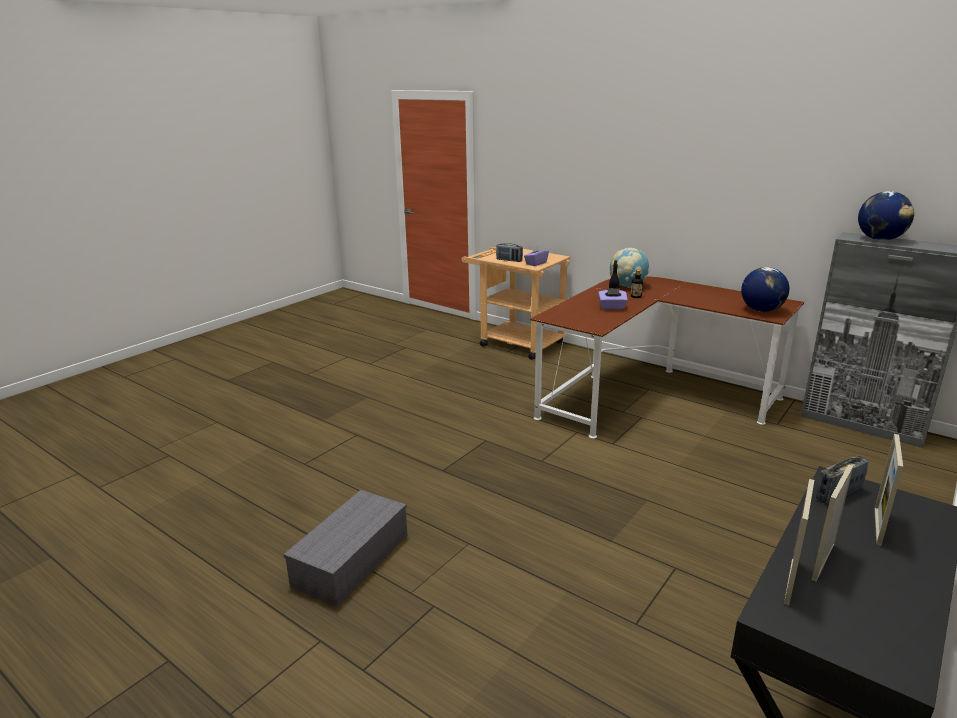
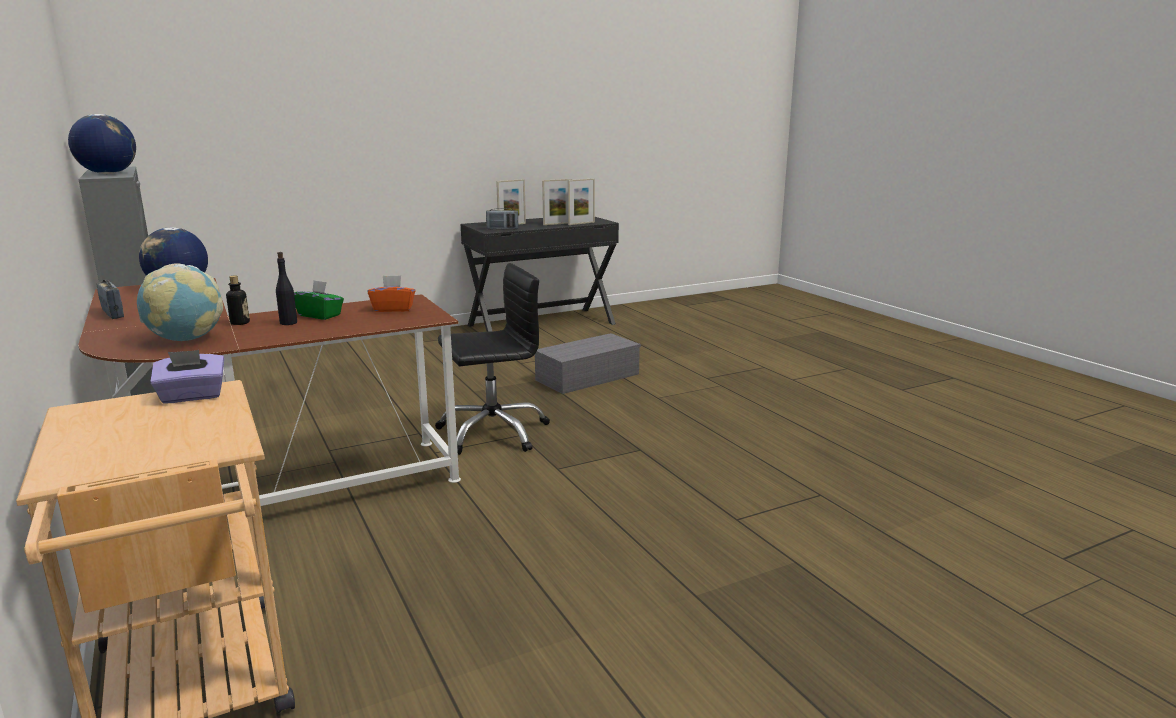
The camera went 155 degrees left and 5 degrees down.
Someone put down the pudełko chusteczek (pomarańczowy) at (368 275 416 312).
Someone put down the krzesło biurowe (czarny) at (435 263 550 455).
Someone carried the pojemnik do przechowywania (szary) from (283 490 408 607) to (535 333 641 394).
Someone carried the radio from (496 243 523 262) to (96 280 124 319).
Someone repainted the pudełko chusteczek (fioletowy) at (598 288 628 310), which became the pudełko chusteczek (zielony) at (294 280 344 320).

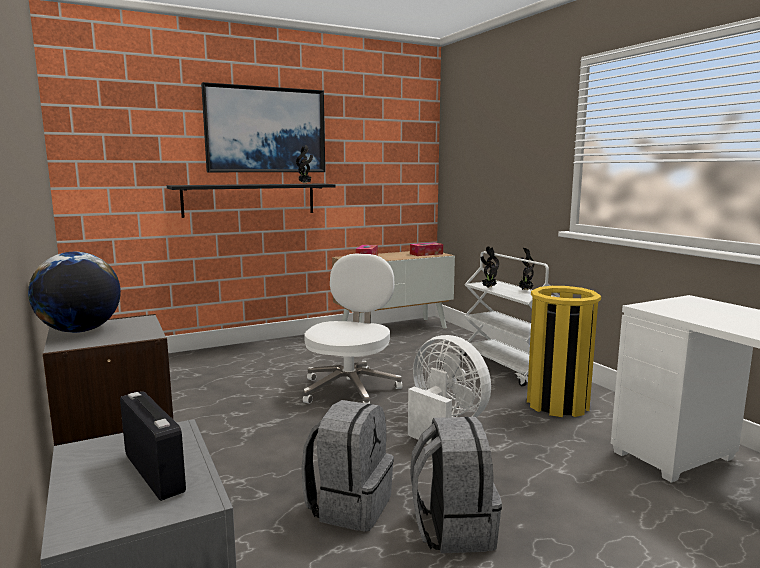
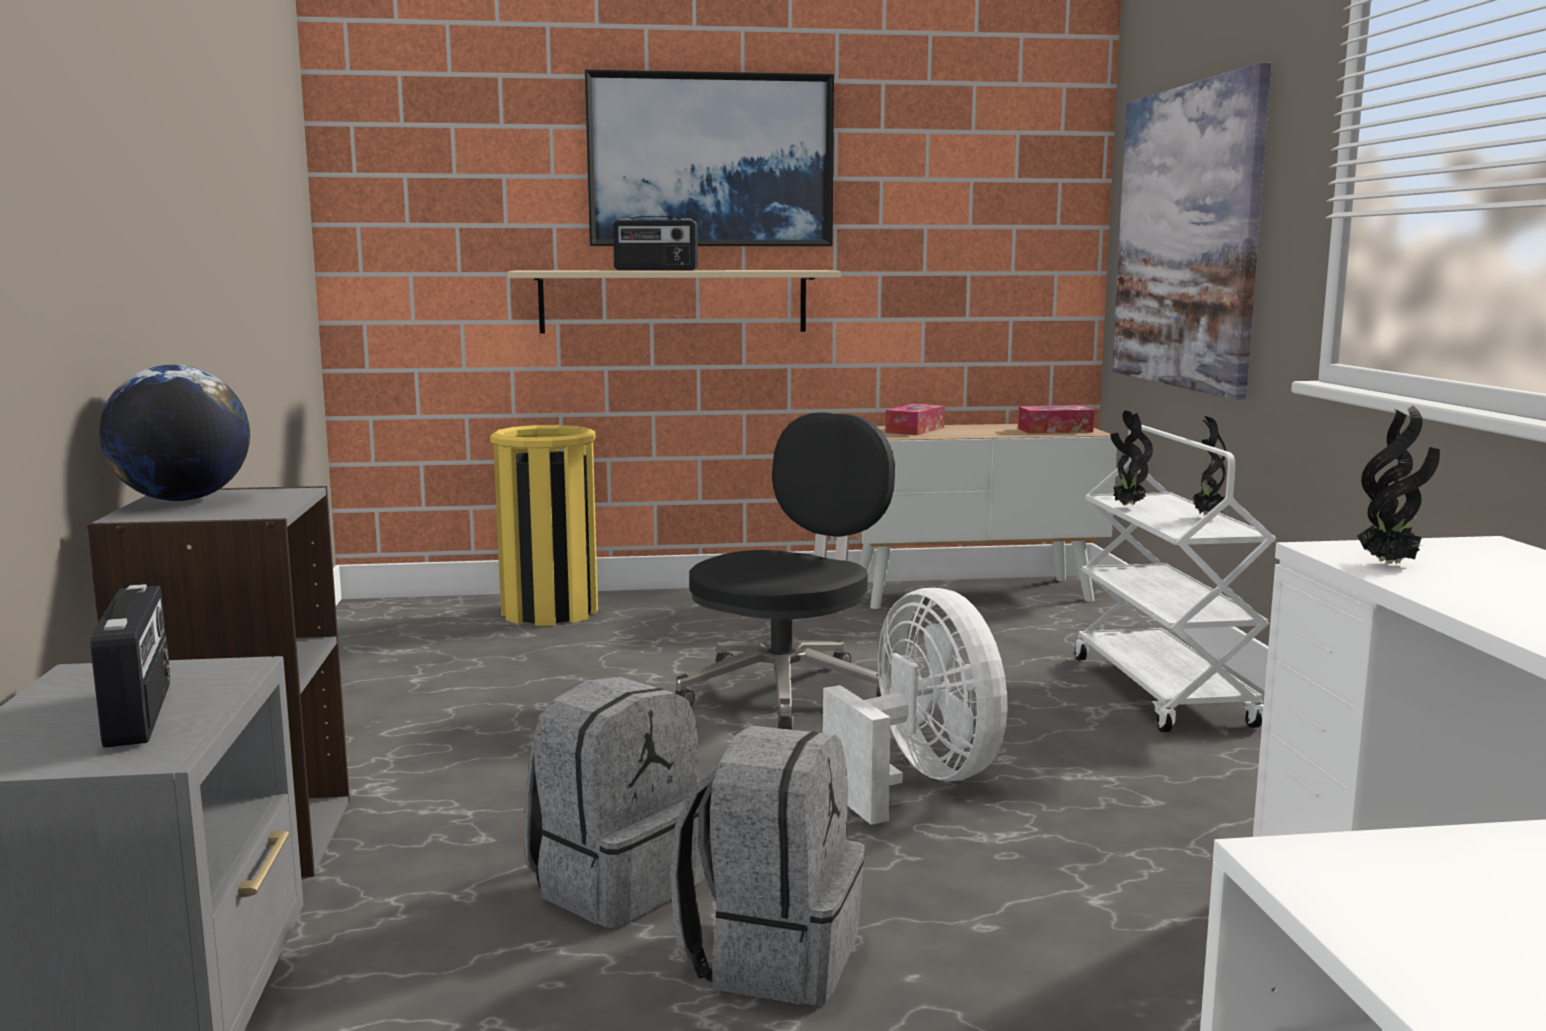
The camera went 20 degrees right and 0 degrees up.
Someone put down the radio at (613 216 698 270).
Someone put up the obraz at (1112 62 1272 400).
Someone carried the roślina doniczkowa from (296 145 313 184) to (1357 405 1440 565).
Someone carried the kosz na śmieci (żółty) from (527 286 601 417) to (490 425 598 626).
Someone repainted the półka (czarny) at (167 184 336 218), which became the półka (beżowy) at (508 270 841 334).
Someone repainted the krzesło biurowe (biały) at (303 253 402 404), which became the krzesło biurowe (czarny) at (675 412 895 730).

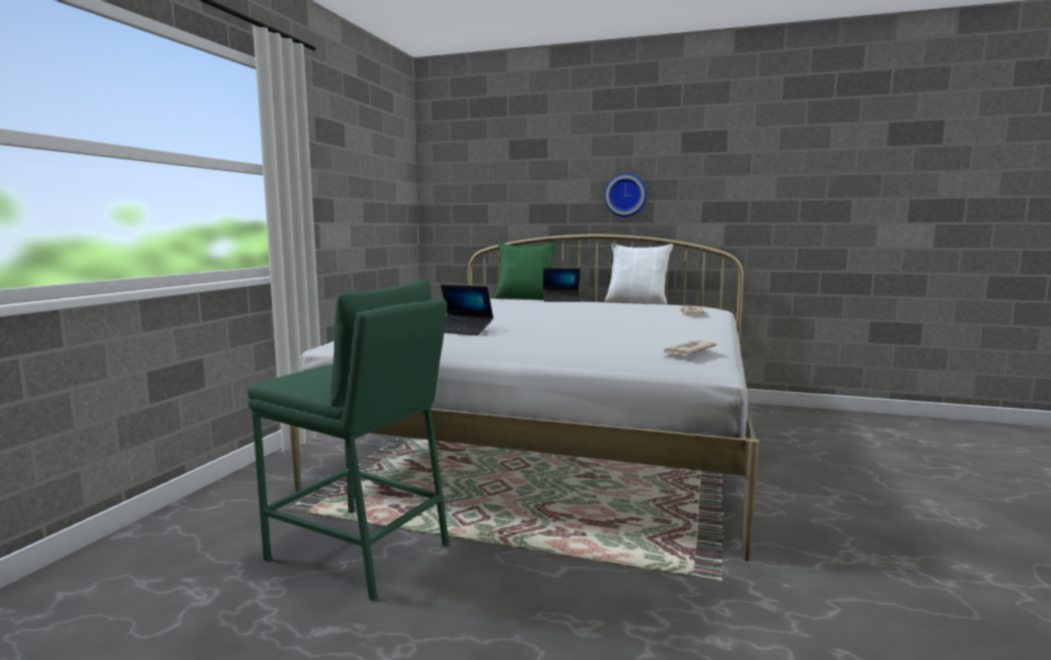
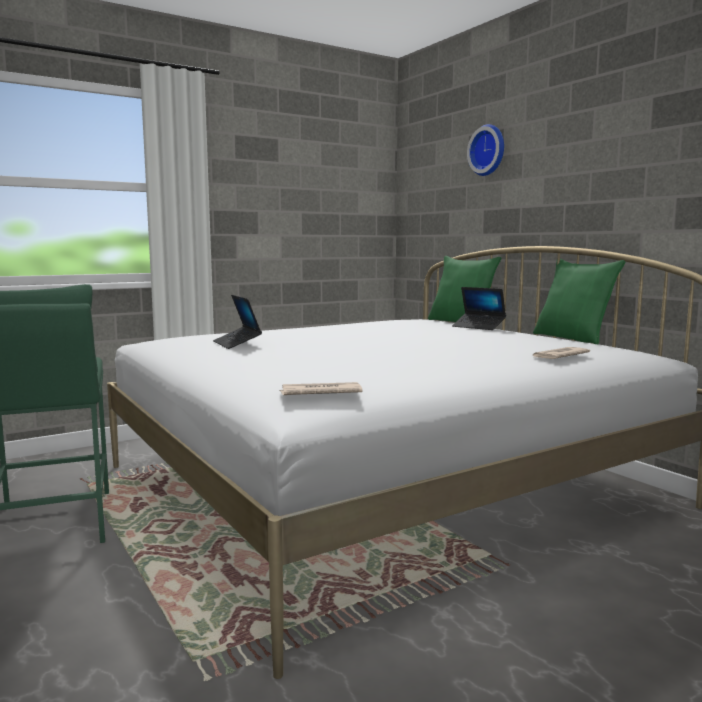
The camera went 40 degrees right and 0 degrees up.
Someone carried the zegar ścienny from (604 173 647 217) to (467 124 504 176).
Someone repainted the poduszka (biały) at (605 243 673 304), which became the poduszka (zielony) at (533 259 625 344).

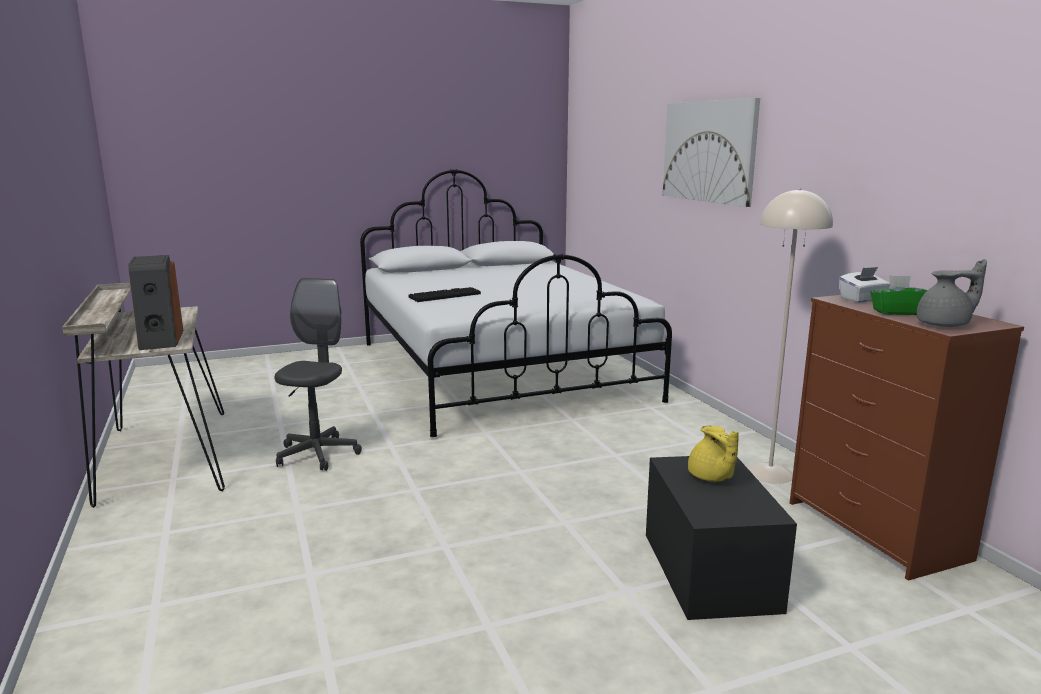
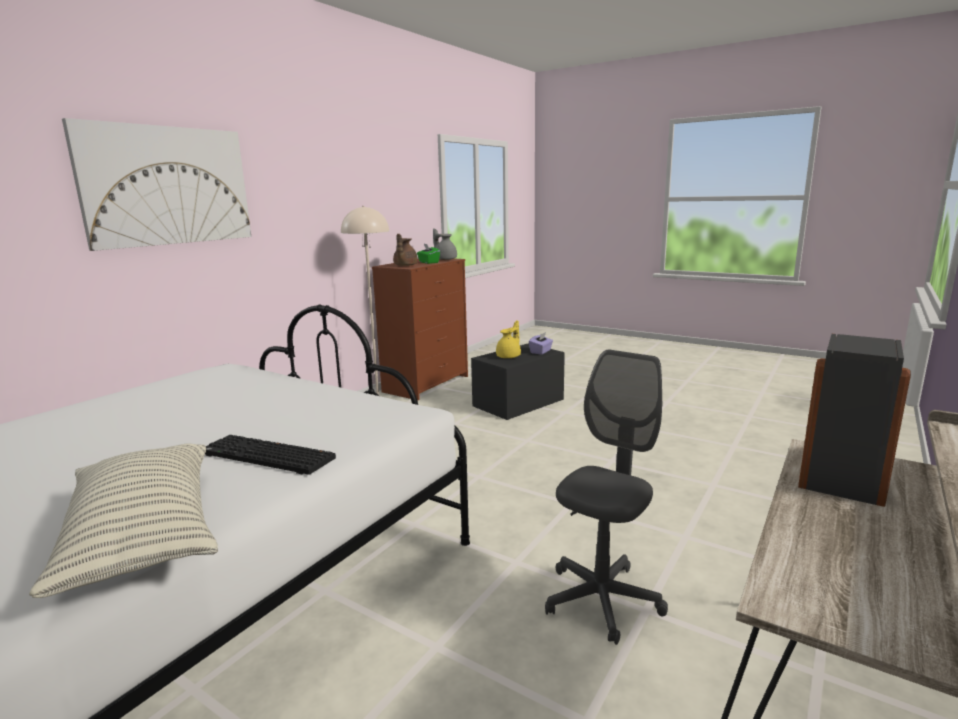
The camera went 125 degrees left and 0 degrees up.
Someone put down the poduszka at (29 444 218 598).
Someone put down the pudełko chusteczek (fioletowy) at (529 332 553 355).
Someone swapped the pudełko chusteczek (biały) at (839 267 890 303) for the imbryk (brązowy) at (393 234 418 266).
Someone rotated the krzesło biurowe (szary) at (275 278 362 471) by 150 degrees clockwise.

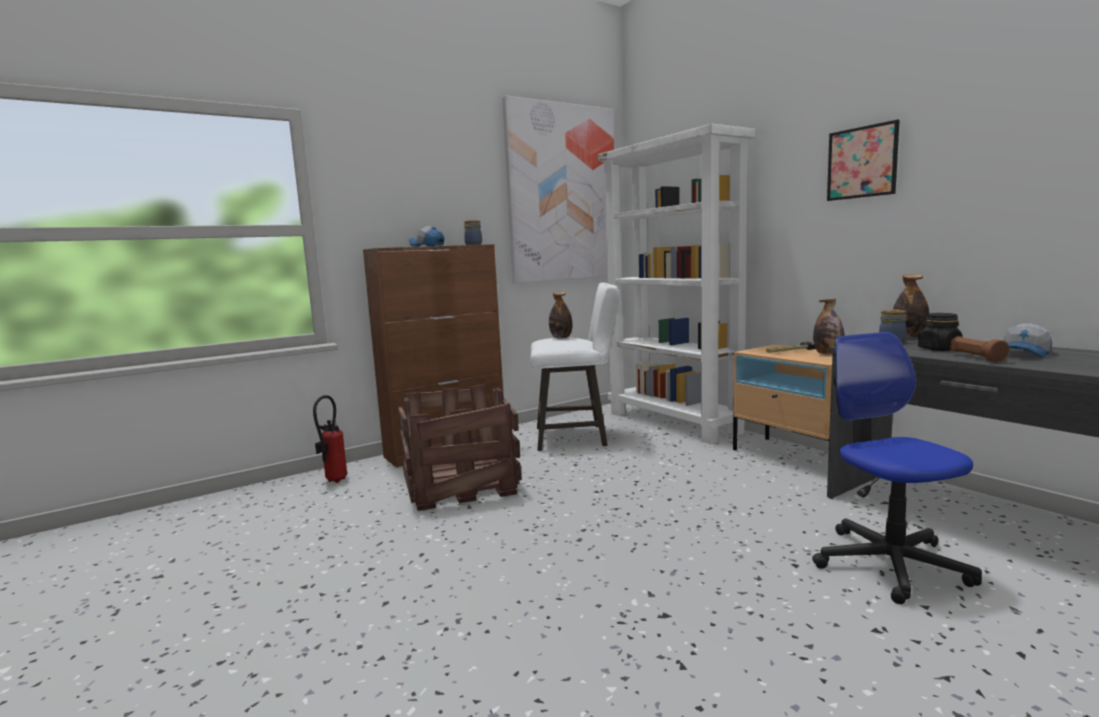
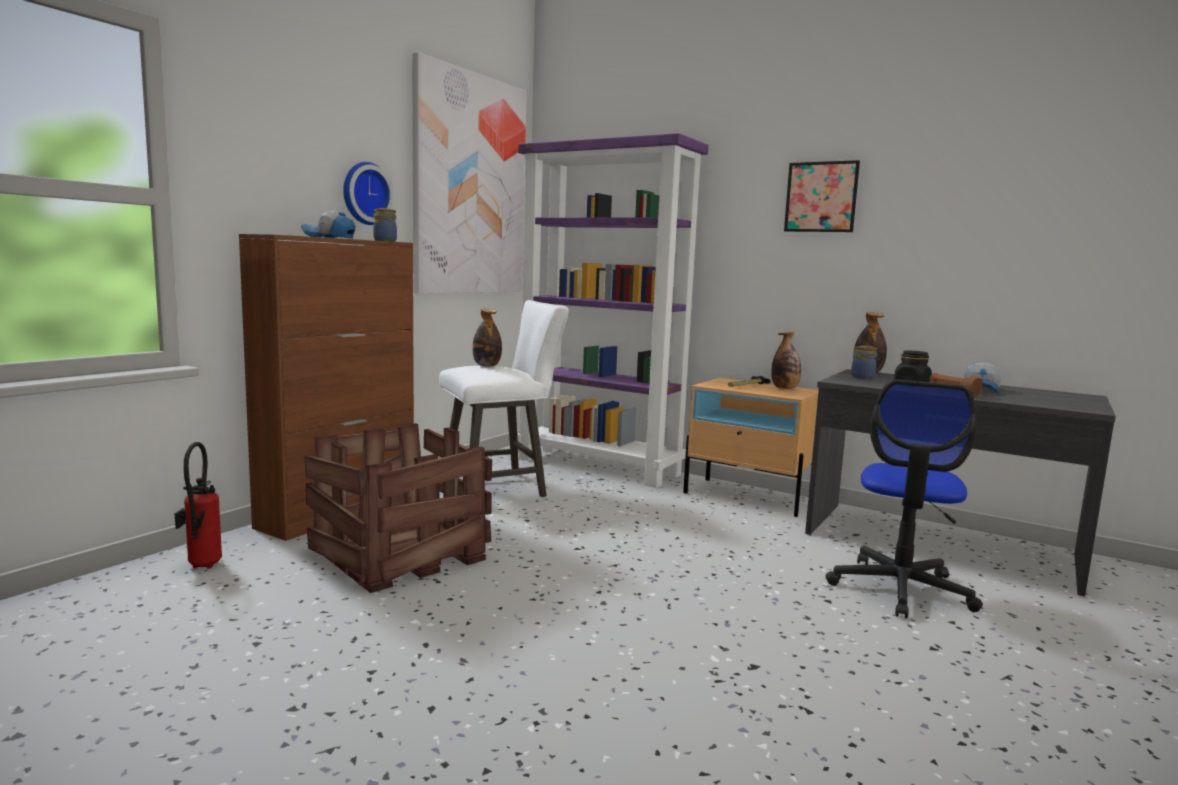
The camera went 25 degrees left and 0 degrees up.
Someone put up the zegar ścienny at (343 162 394 225).
Someone repainted the regał (biały) at (598 124 756 444), which became the regał (fioletowy) at (517 133 709 488).
Someone rotated the krzesło biurowe at (812 332 982 604) by 120 degrees counterclockwise.

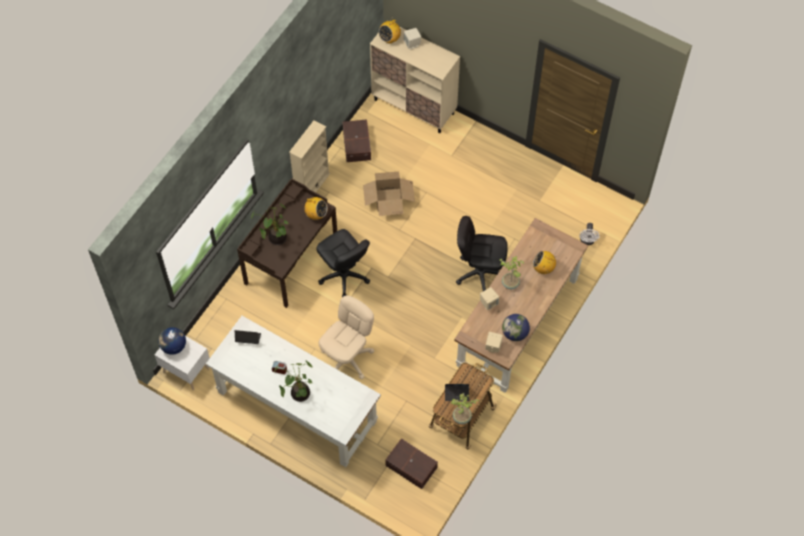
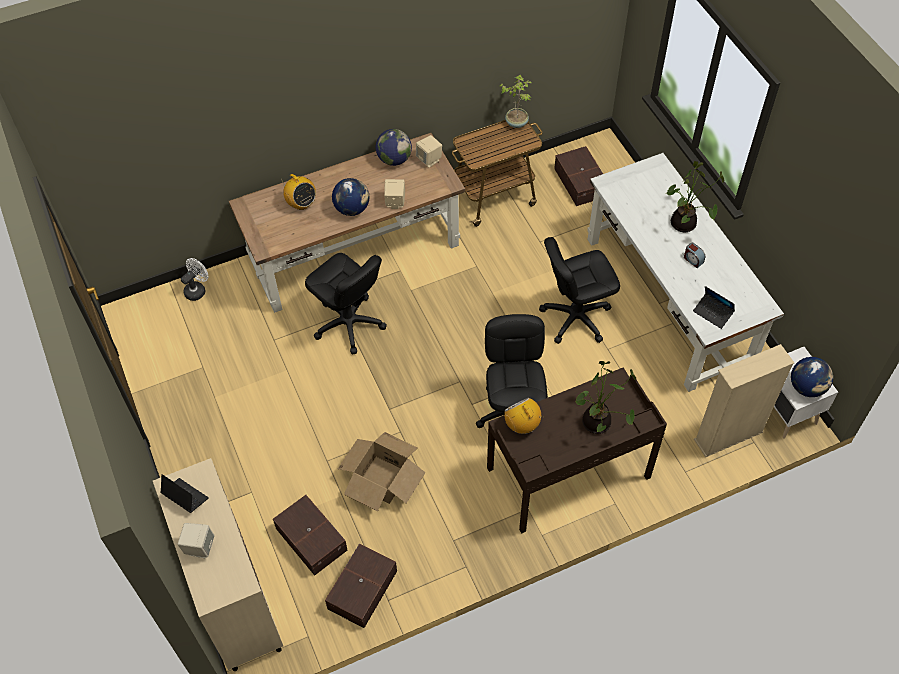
The camera went 145 degrees left and 5 degrees down.
Someone took away the radio at (379 20 401 43).
Someone put down the pojemnik do przechowywania (brązowy) at (273 495 347 576).
Someone carried the regał (beżowy) from (289 120 330 193) to (694 344 794 457).
Someone carried the laptop from (445 384 470 401) to (160 474 209 513).
Someone swapped the roślina doniczkowa at (500 256 524 289) for the globus at (332 178 370 216).
Someone repainted the krzesło biurowe (beżowy) at (319 295 374 379), which became the krzesło biurowe (czarny) at (539 237 620 344).

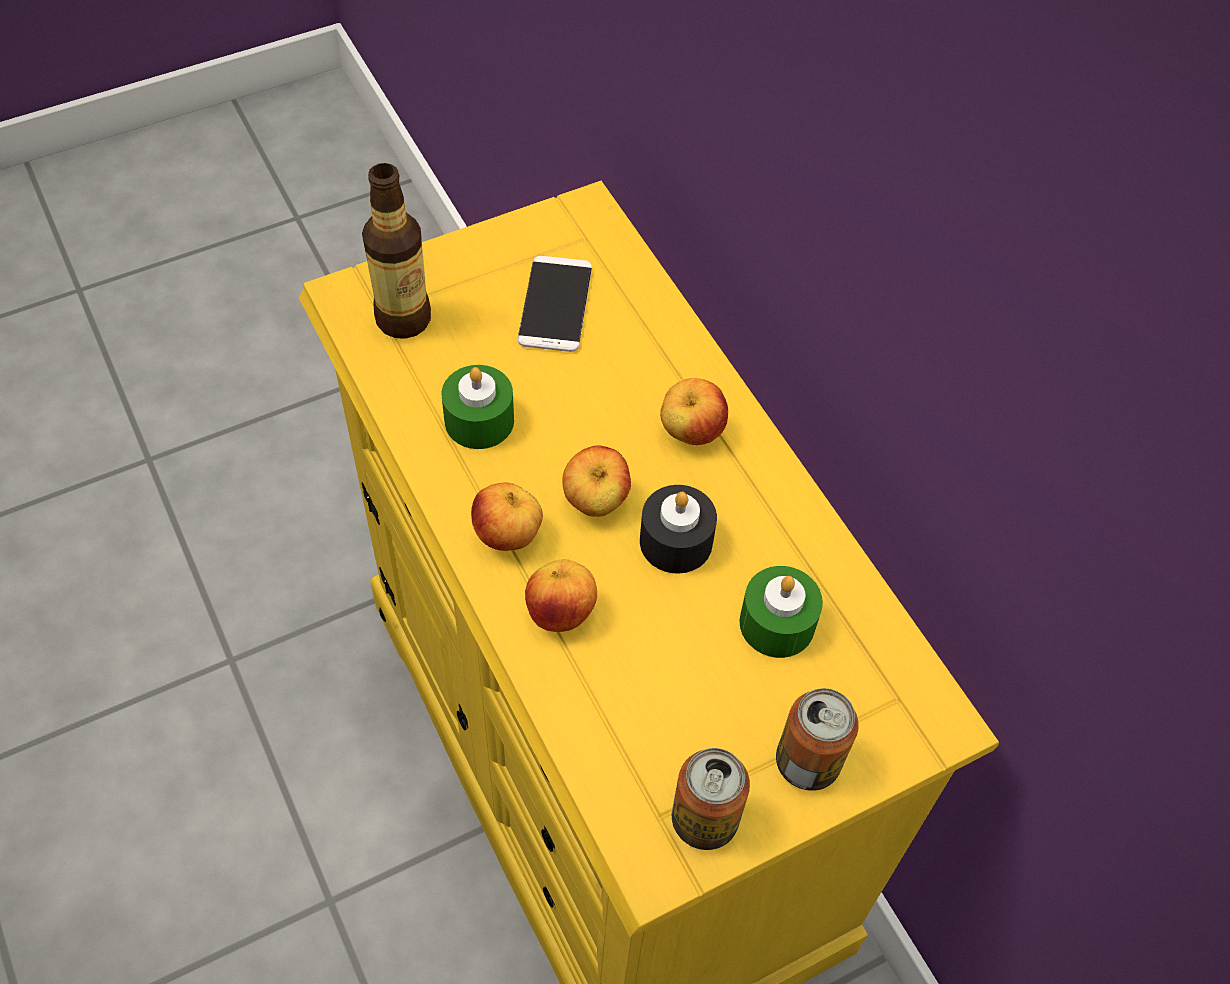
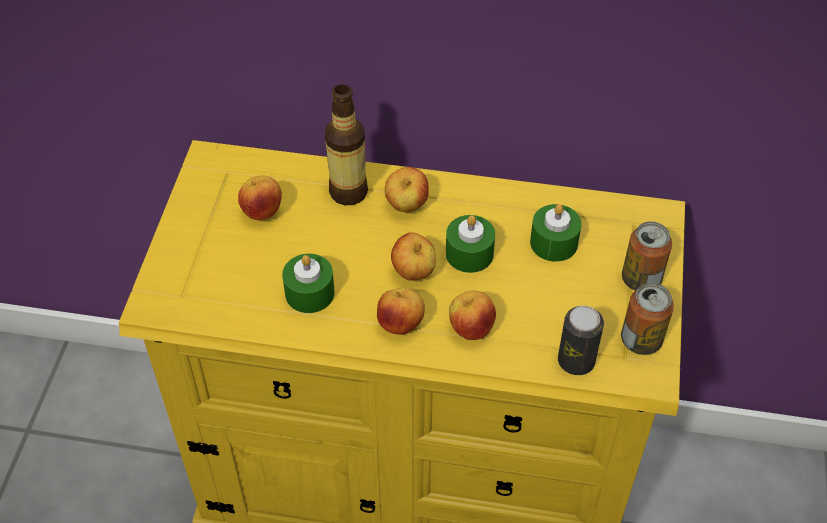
The camera went 50 degrees left and 5 degrees down.
Someone put down the puszka at (558 306 604 375).
Someone carried the butelka from (362 163 431 339) to (325 84 368 205).
Someone swapped the telefon at (518 256 592 352) for the jabłko at (238 176 282 220).
Someone repainted the świeca (czarny) at (640 485 717 574), which became the świeca (zielony) at (446 215 495 273).

